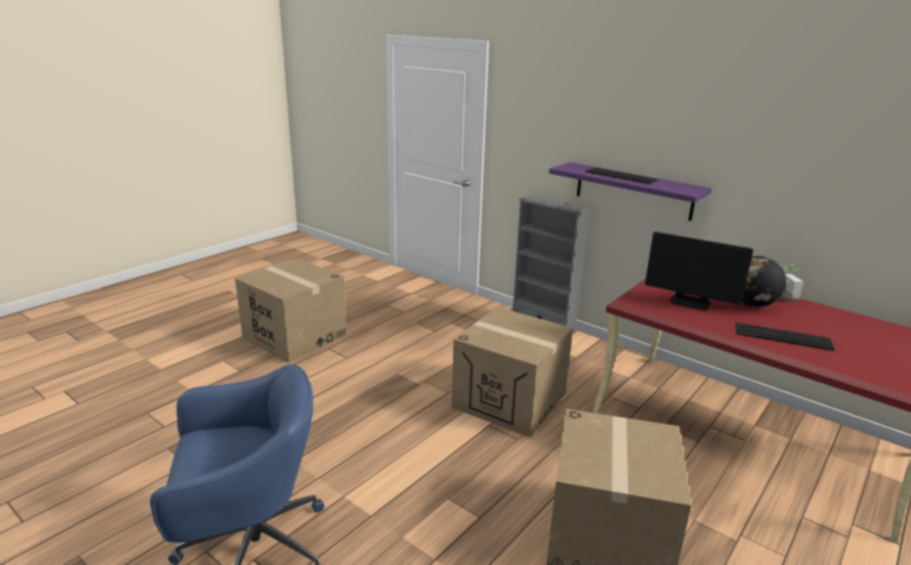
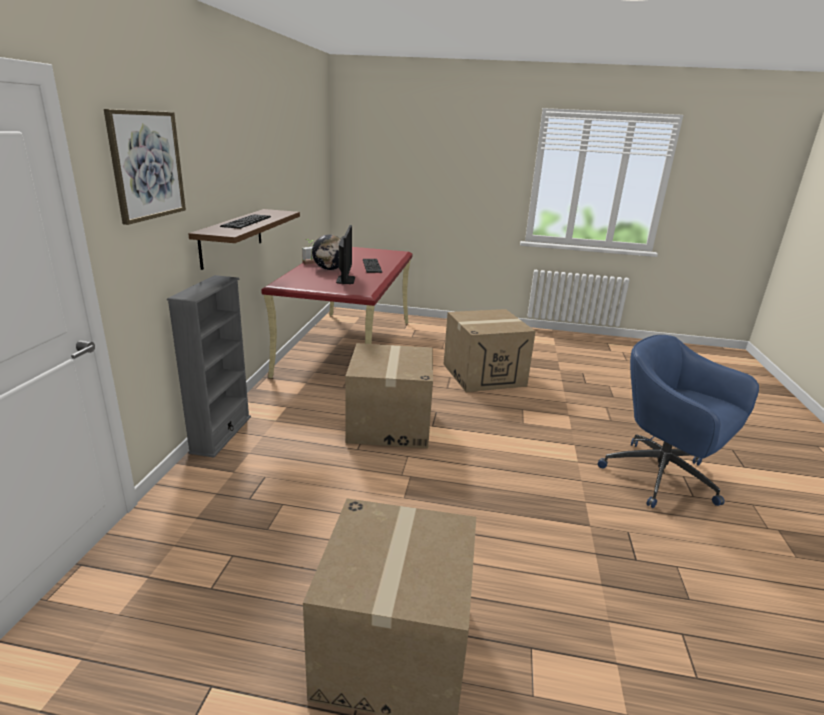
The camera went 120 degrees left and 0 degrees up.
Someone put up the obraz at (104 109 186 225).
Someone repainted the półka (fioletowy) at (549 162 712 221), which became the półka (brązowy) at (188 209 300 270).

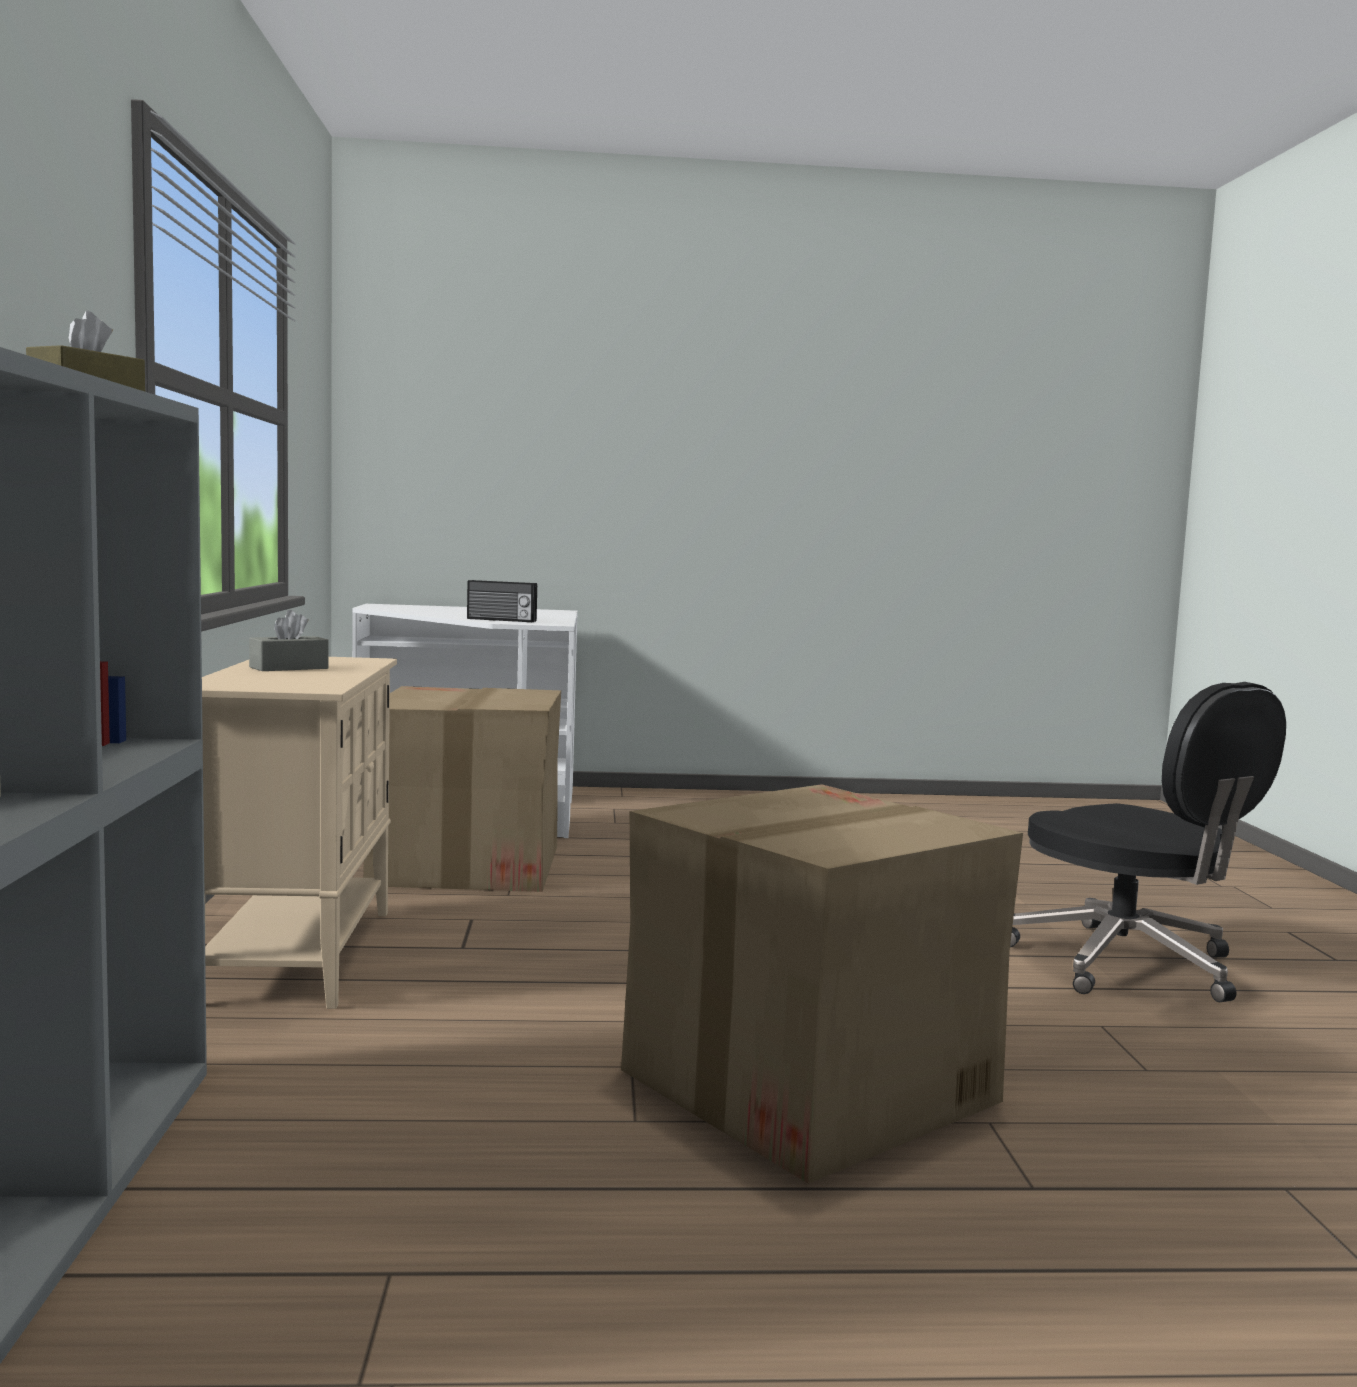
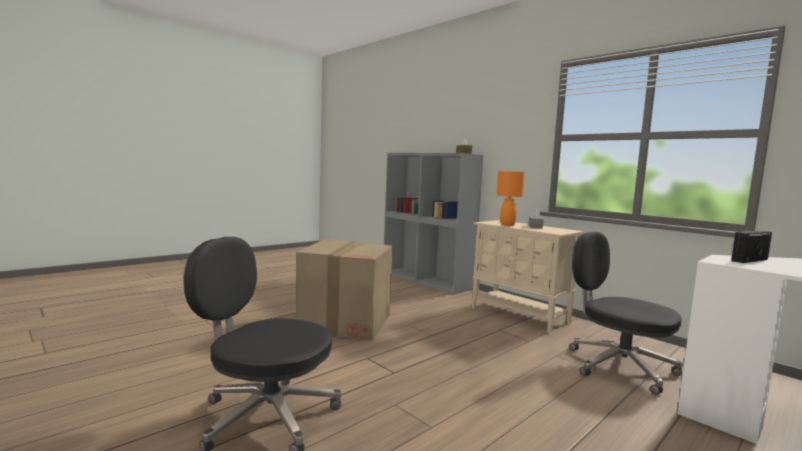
The camera went 140 degrees right and 0 degrees up.
Someone put down the lampa stołowa (pomarańczowy) at (497 171 525 226).
Someone swapped the karton at (363 686 561 892) for the krzesło biurowe (czarny) at (569 232 683 395).

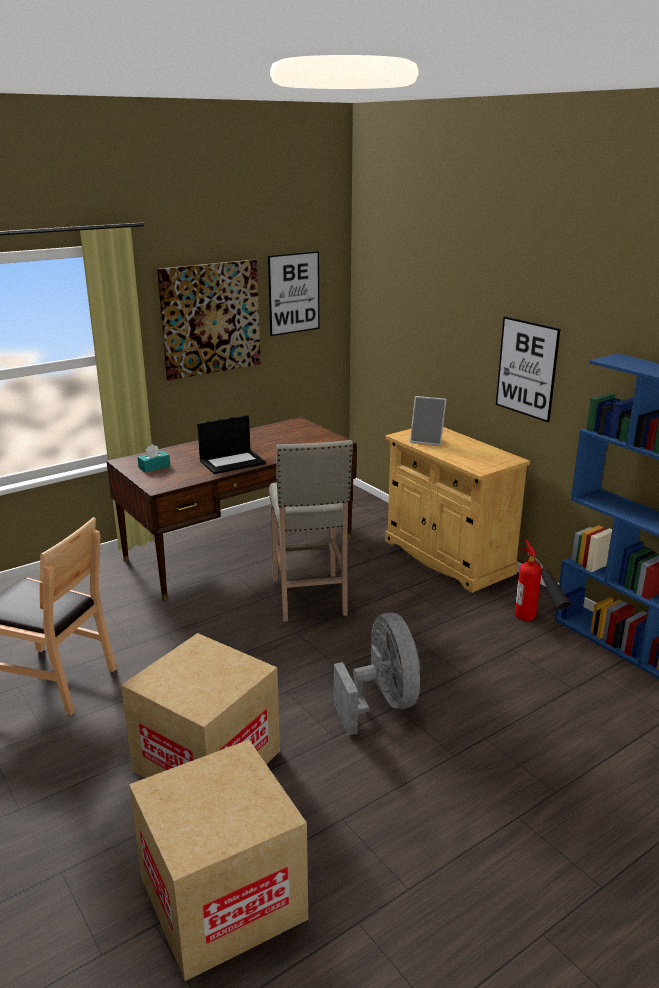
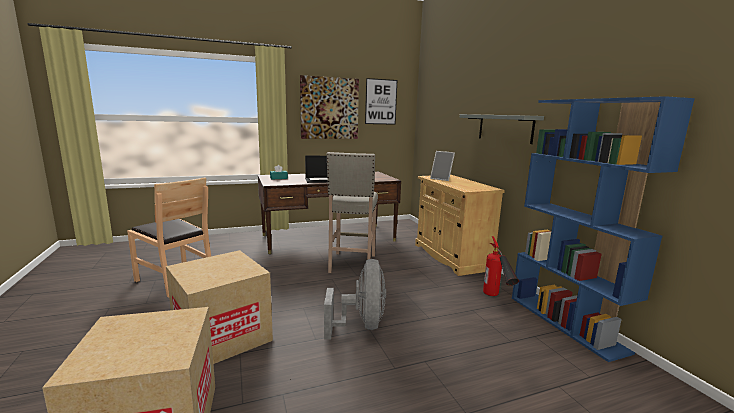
The camera went 15 degrees right and 10 degrees down.
Someone swapped the obraz at (496 317 560 422) for the półka (szary) at (460 114 544 144).

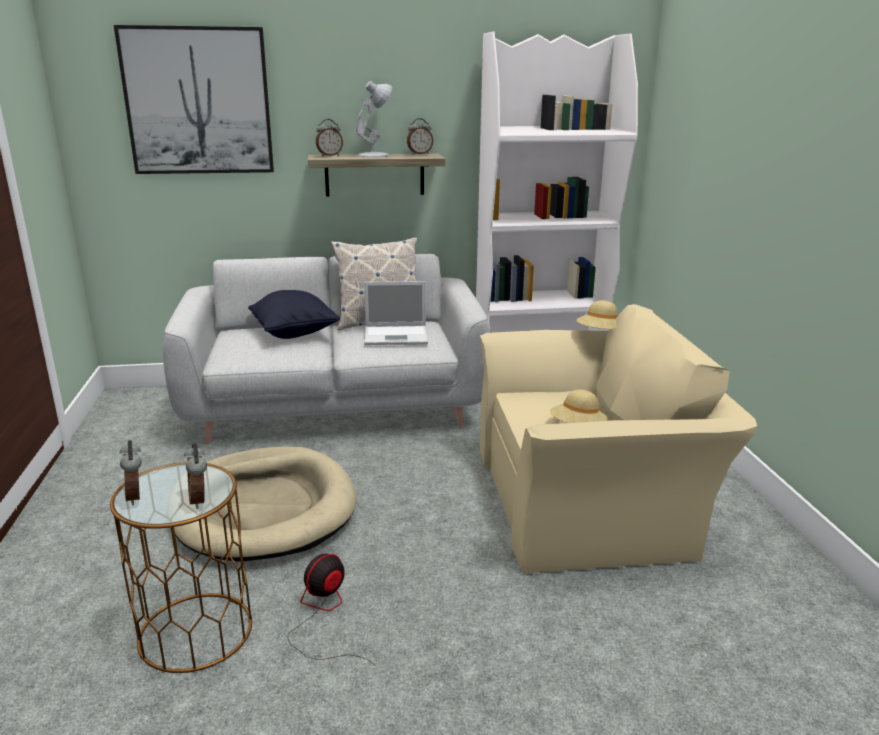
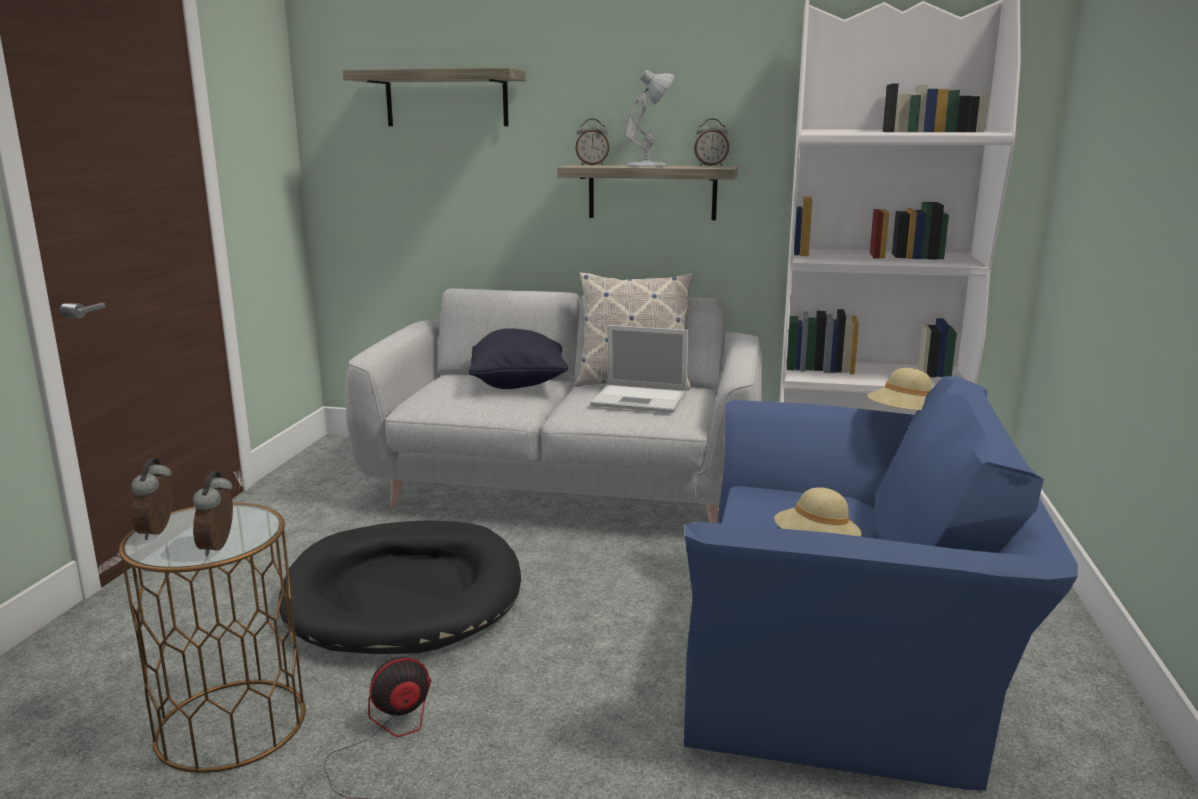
The camera went 20 degrees right and 5 degrees down.
Someone swapped the obraz at (114 25 274 174) for the półka at (343 68 526 126).
Someone repainted the legowisko (beżowy) at (174 447 357 562), which became the legowisko (czarny) at (279 520 521 654).
Someone repainted the fotel (beżowy) at (480 304 757 573), which became the fotel (niebieski) at (684 376 1078 791).

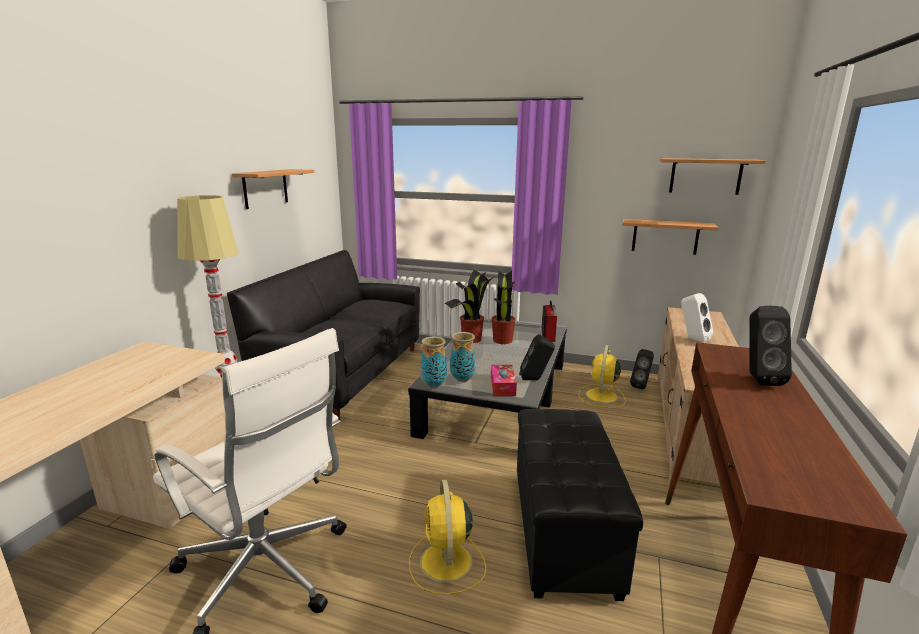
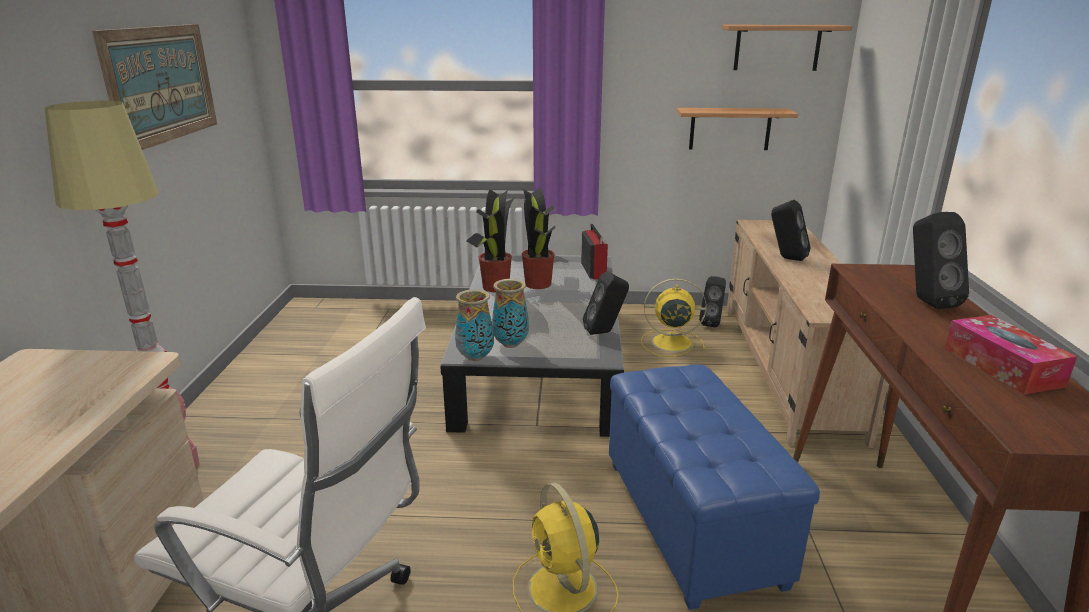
The camera went 15 degrees left and 5 degrees up.
Someone took away the kanapa (czarny) at (227 250 420 420).
Someone carried the pudełko chusteczek from (491 365 517 396) to (945 315 1077 394).
Someone swapped the półka at (232 169 314 209) for the obraz at (92 24 217 150).
Someone repainted the pufa (czarny) at (517 409 643 601), which became the pufa (niebieski) at (609 364 820 610).
Someone repainted the głośnik (biały) at (681 293 713 342), which became the głośnik (czarny) at (771 200 810 261).
Someone rotated the wentylator (żółty) at (579 345 626 408) by 90 degrees clockwise.

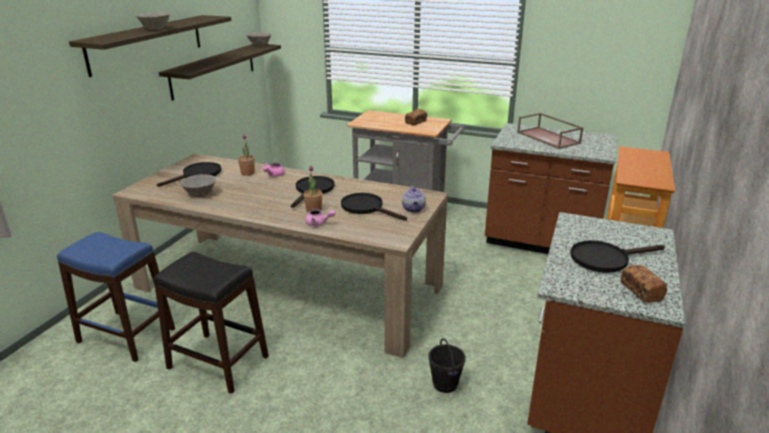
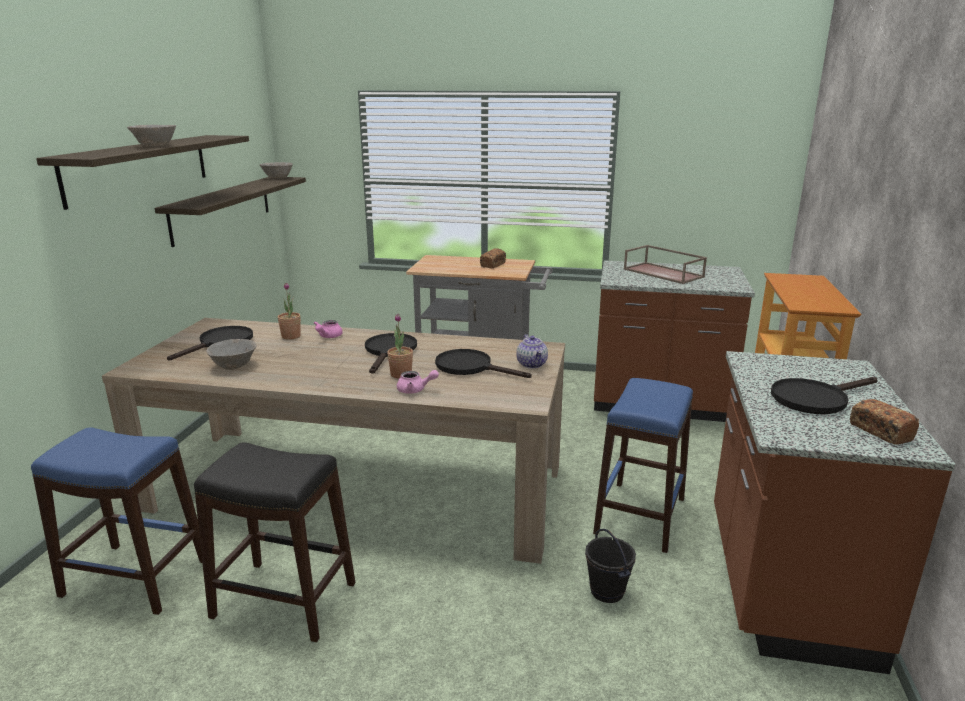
The camera went 10 degrees left and 5 degrees down.
Someone put down the stołek (niebieski) at (593 378 693 553).

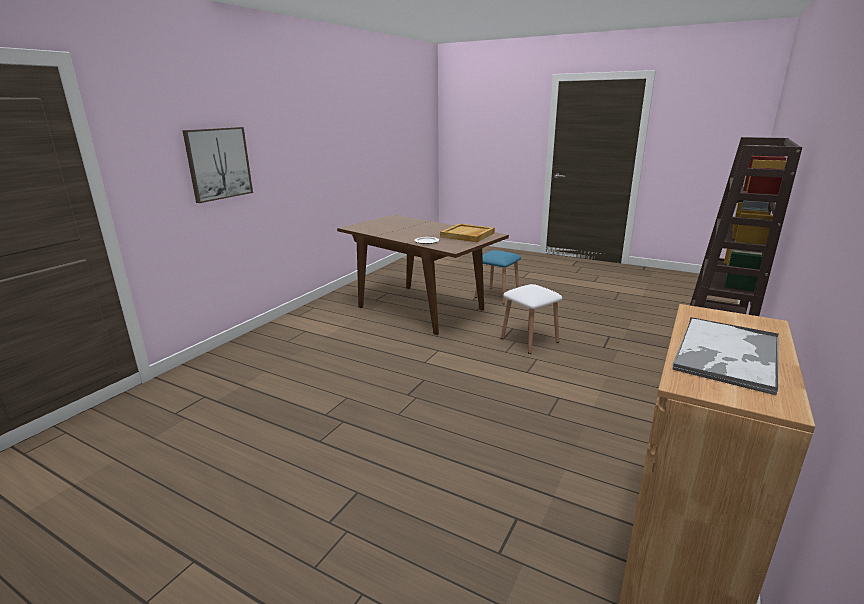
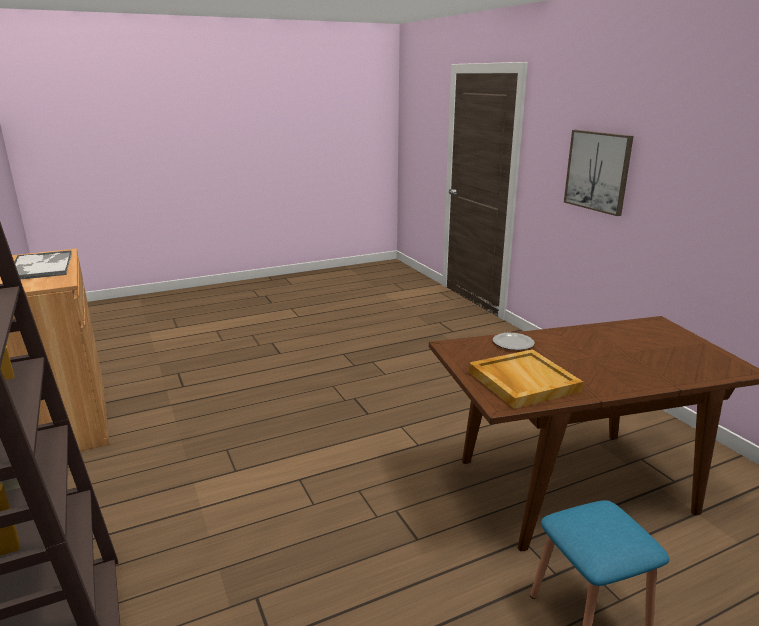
The camera went 125 degrees right and 0 degrees up.
Someone took away the stołek (biały) at (501 284 562 354).

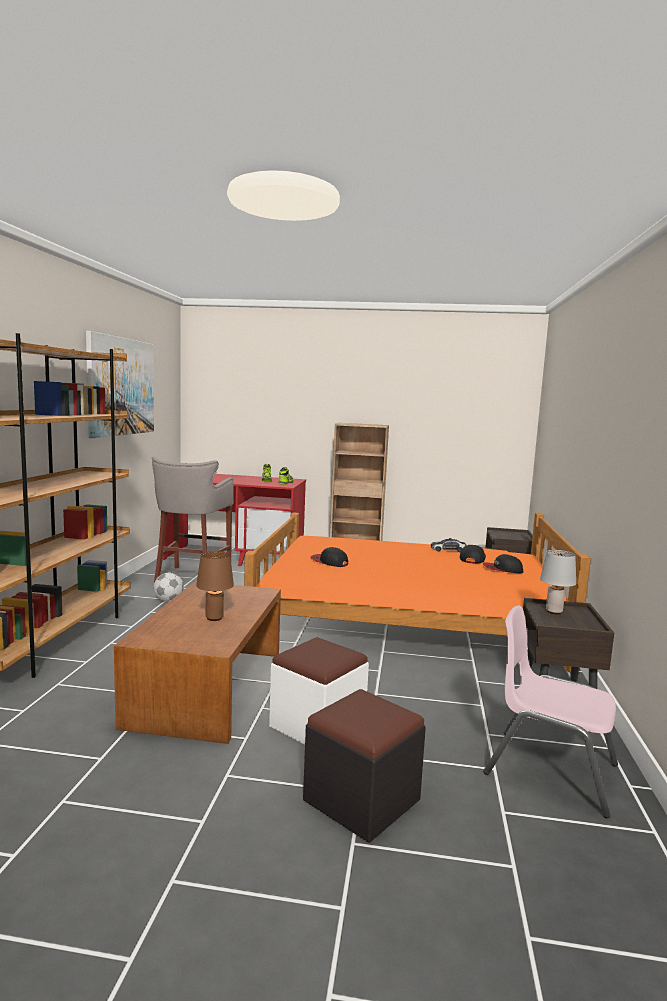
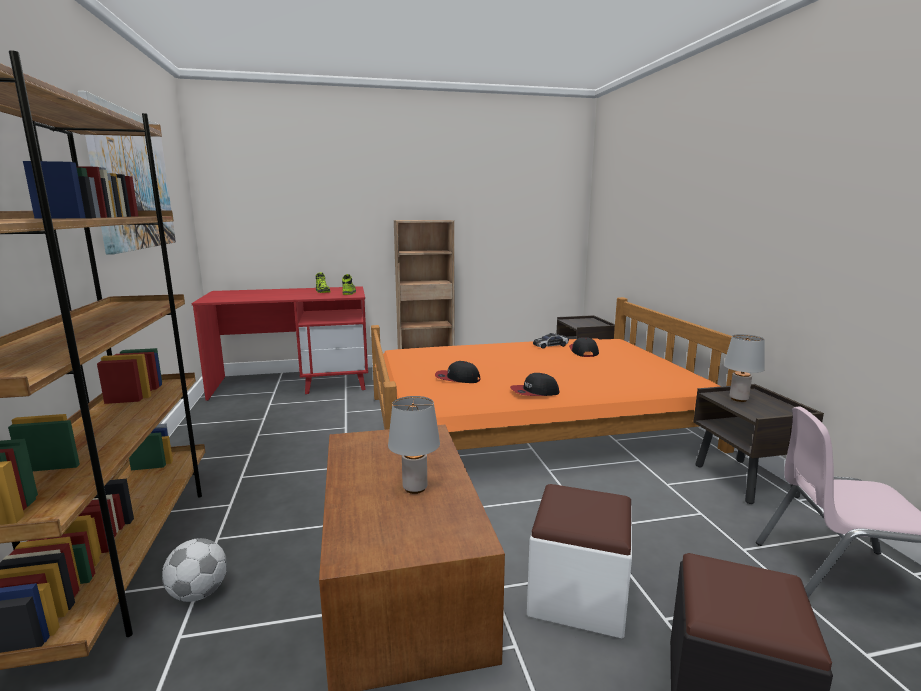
The camera went 20 degrees left and 5 degrees up.
Someone took away the stołek (szary) at (152 457 234 582).
Someone carried the piłka futbolowa from (153 573 184 602) to (162 538 227 602).
Someone carried the czapka z daszkiem from (483 554 523 573) to (510 373 560 396).
Someone repainted the lampa stołowa (brązowy) at (196 551 234 621), which became the lampa stołowa (szary) at (388 396 440 494).

